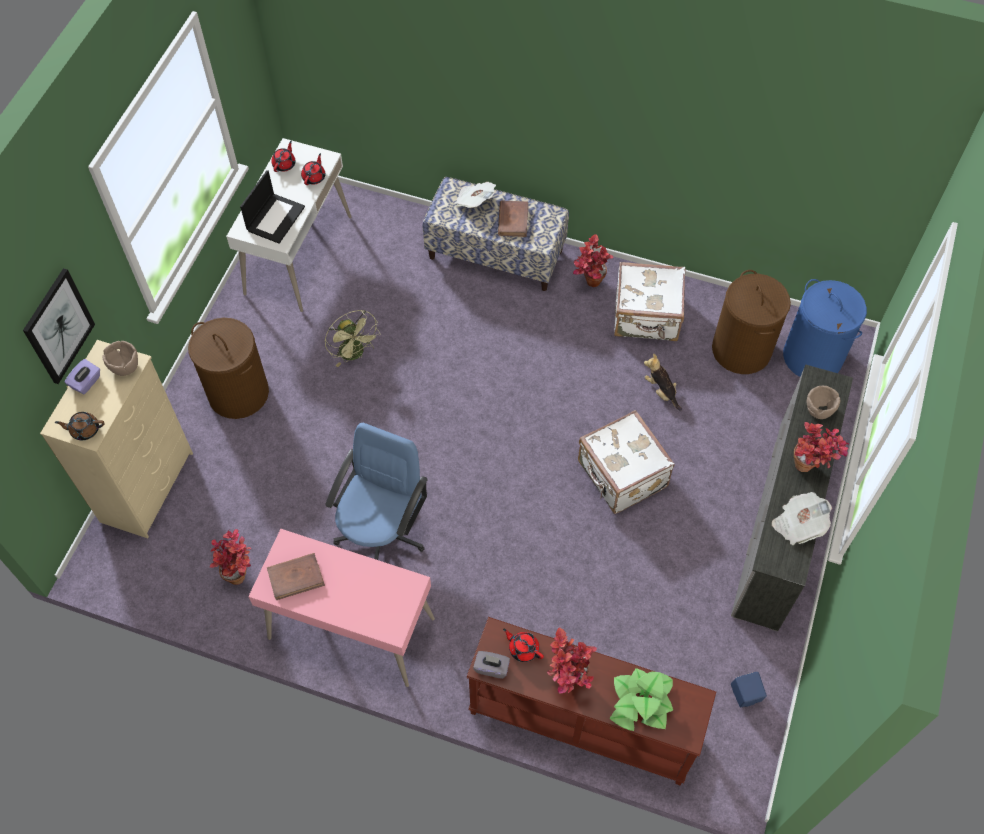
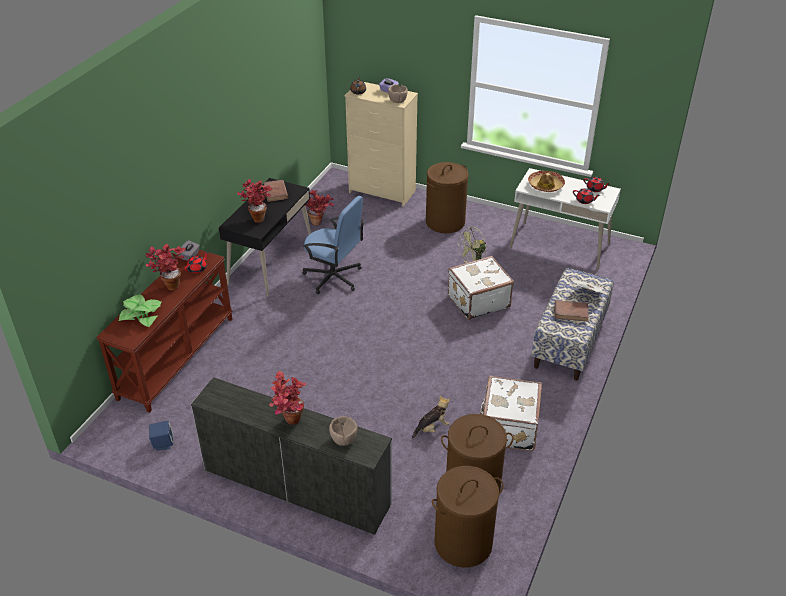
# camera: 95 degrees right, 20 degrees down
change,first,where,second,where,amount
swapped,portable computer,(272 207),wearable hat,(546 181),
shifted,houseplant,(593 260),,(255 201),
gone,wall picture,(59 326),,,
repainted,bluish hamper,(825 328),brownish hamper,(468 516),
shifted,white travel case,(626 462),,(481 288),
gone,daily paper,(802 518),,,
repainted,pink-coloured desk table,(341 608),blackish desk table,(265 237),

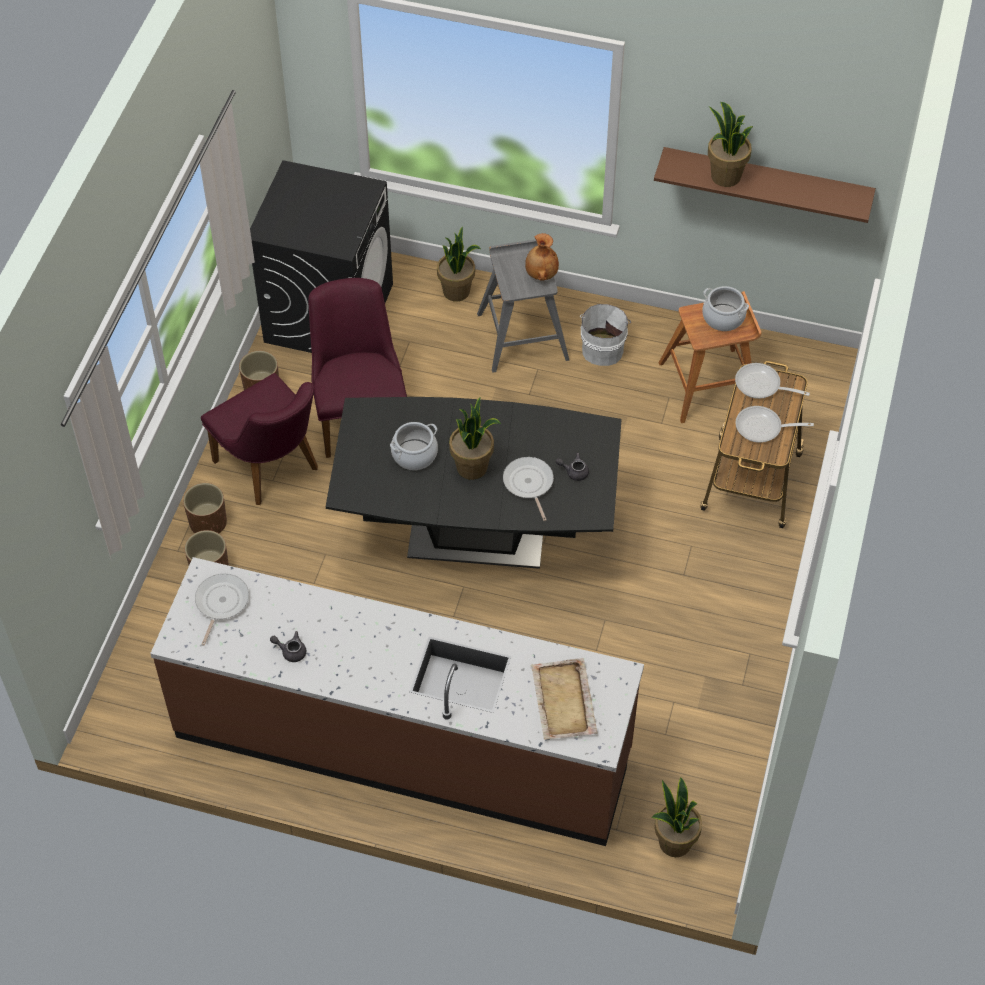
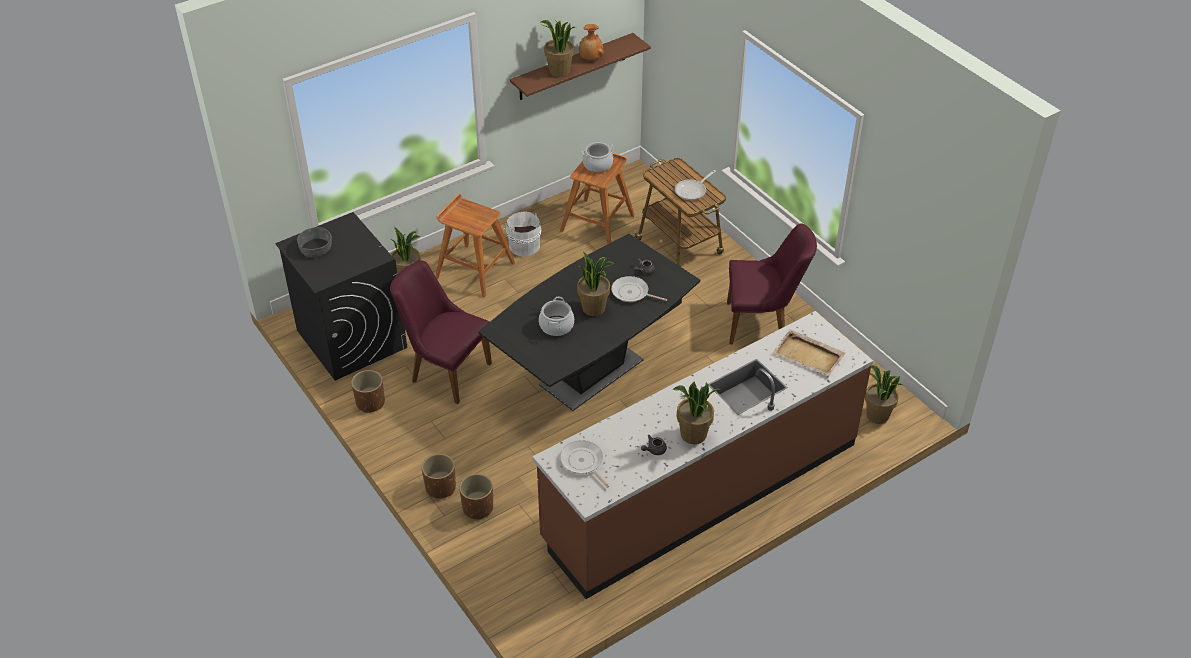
# camera: 50 degrees left, 10 degrees down
change,first,where,second,where,amount
shifted,brownish decorative vase,(542 257),,(591 42),
repainted,gray stool seat,(523 306),brownish stool seat,(475 245),
gone,skillet,(772 381),,,
shifted,purplish chair,(259 439),,(772 284),
new,,,gray serving bowl,(314 242),
new,,,houseplant,(696 412),

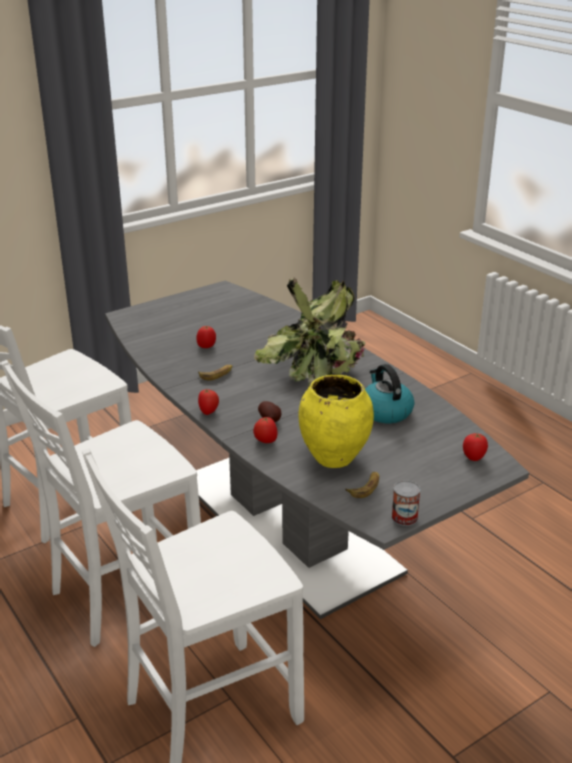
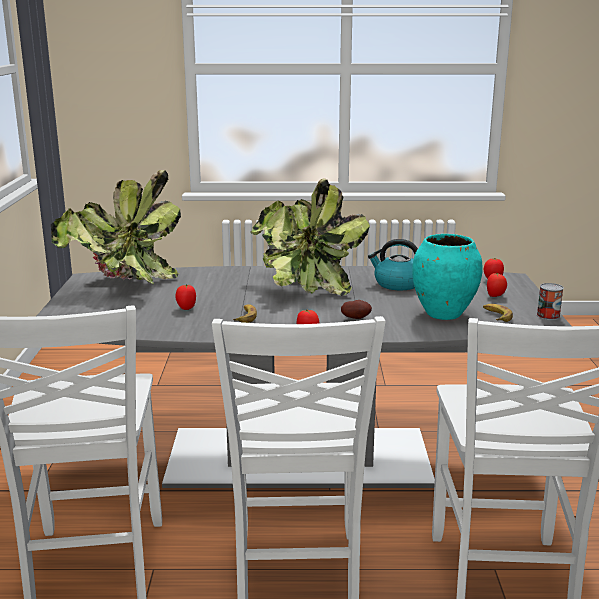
# camera: 55 degrees left, 10 degrees down
change,first,where,second,where,amount
repainted,yellowish decorative vase,(336 421),turquoise decorative vase,(447 277),
shifted,tomato,(265 430),,(497 285),
new,,,houseplant,(116 227),

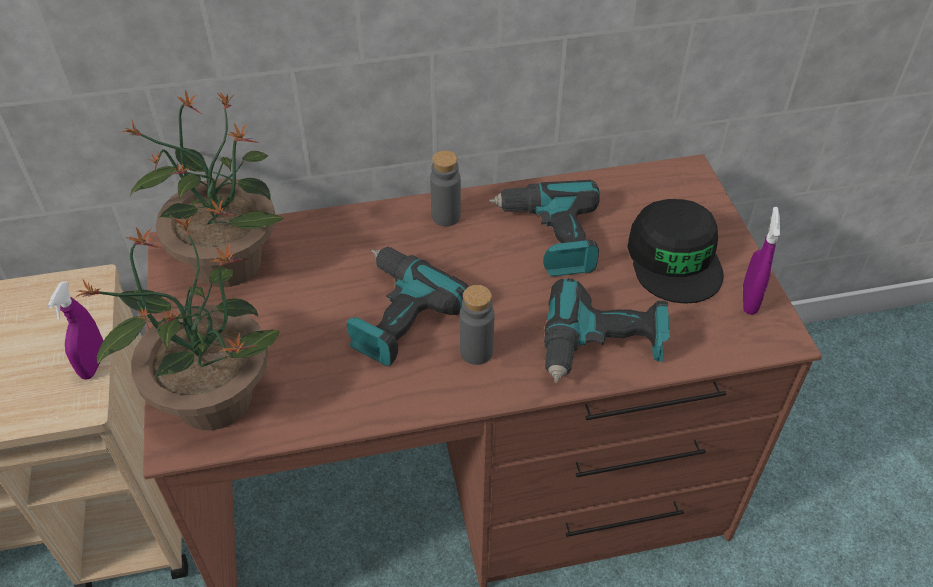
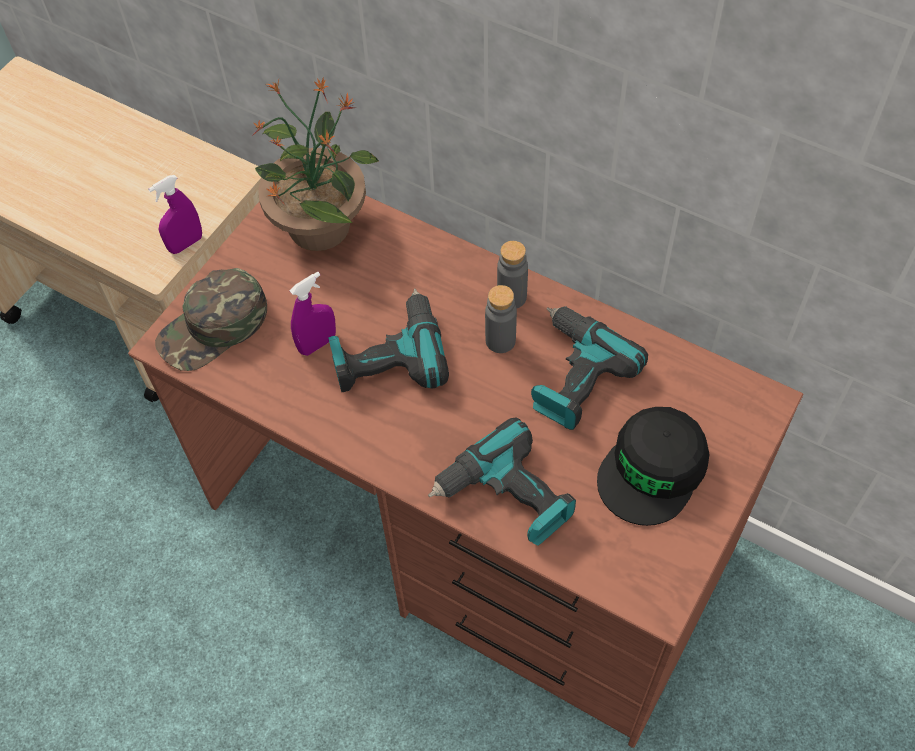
# camera: 45 degrees right, 10 degrees up
change,first,where,second,where,amount
shifted,purplish hand sprayer,(761 261),,(312 314),
swapped,houseplant,(177 322),green-coloured cap,(211 319),
shifted,gray drink bottle,(477 325),,(501 319),

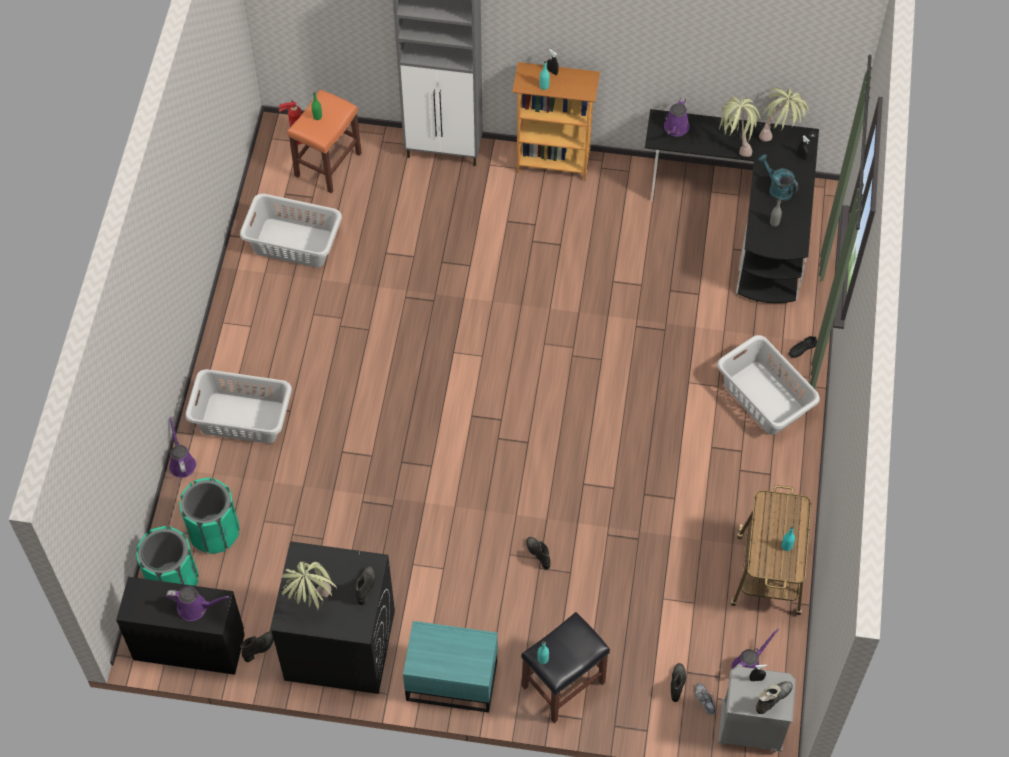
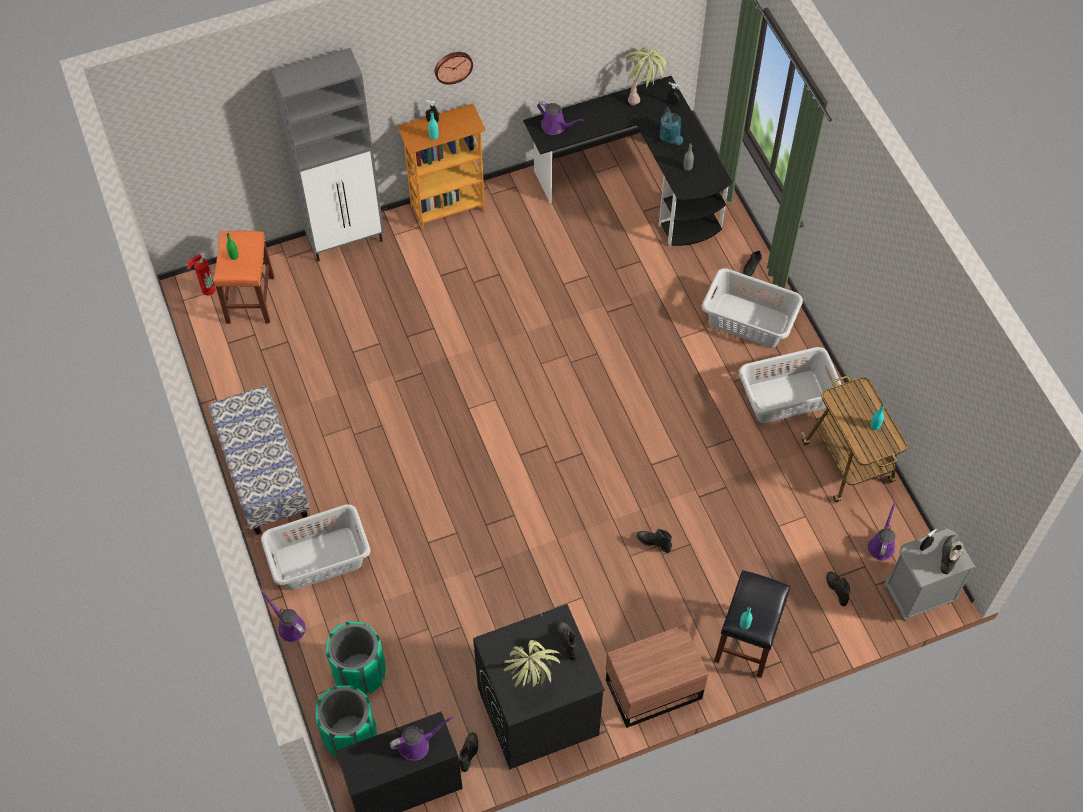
# camera: 30 degrees left, 0 degrees up
change,first,where,second,where,amount
gone,houseplant,(740 126),,,
rotated,purplish watering can,(677 117),,(560 118),45 degrees counterclockwise
rotated,turquoise watering can,(778 177),,(671 126),120 degrees counterclockwise
shifted,gray hamper,(291 230),,(789 385),
repainted,turquoise night table,(450 666),brownish night table,(657 676),
gone,shoe,(705 699),,,
new,,,wall clock,(453 68),
new,,,long seat,(259 460),

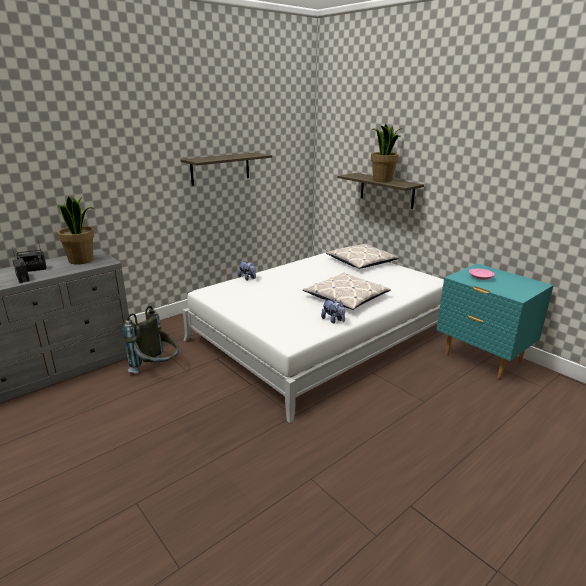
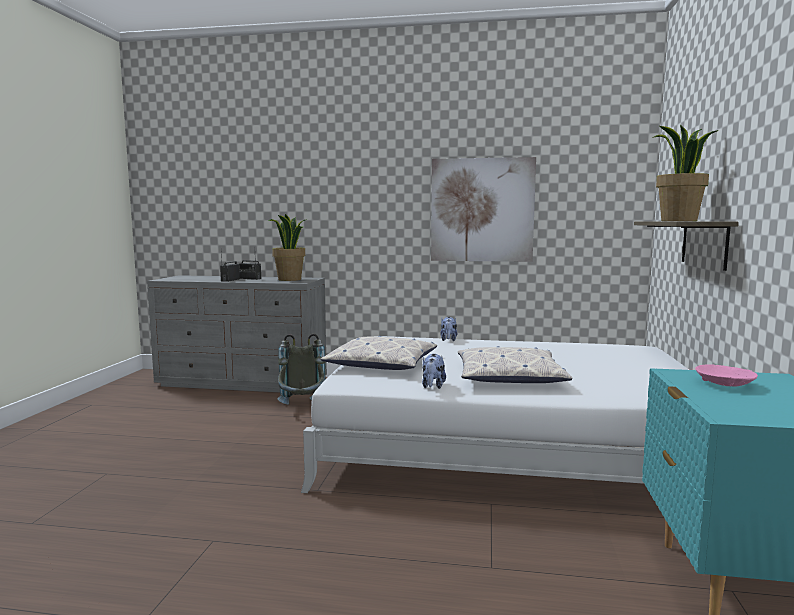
# camera: 50 degrees right, 15 degrees down
change,first,where,second,where,amount
swapped,bracket shelf,(226 169),wall picture,(483 209),
shifted,throw pillow,(362 256),,(379 353),

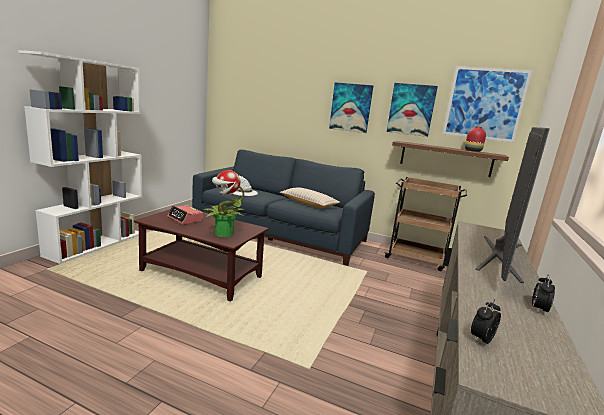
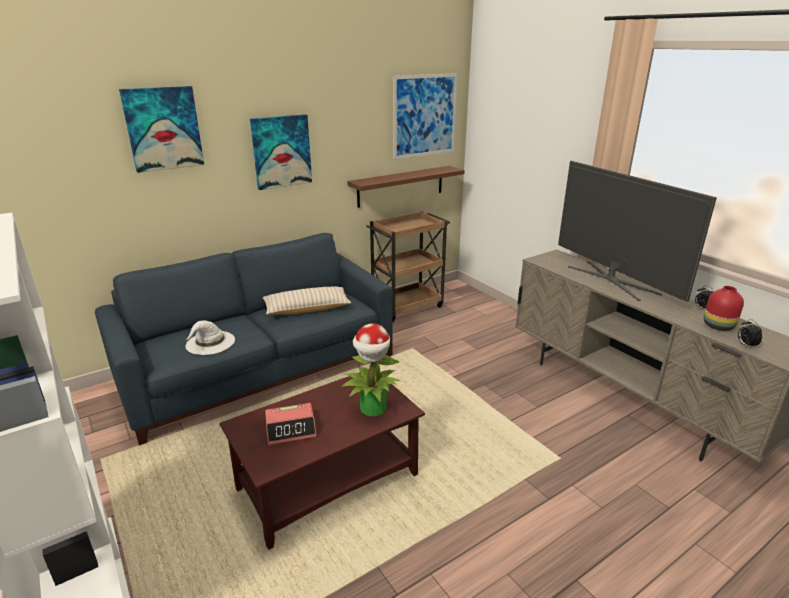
# camera: 55 degrees left, 10 degrees up
change,first,where,second,where,amount
shifted,wall picture,(412 110),,(161 129),
shifted,red decorative vase,(475 139),,(724 308),

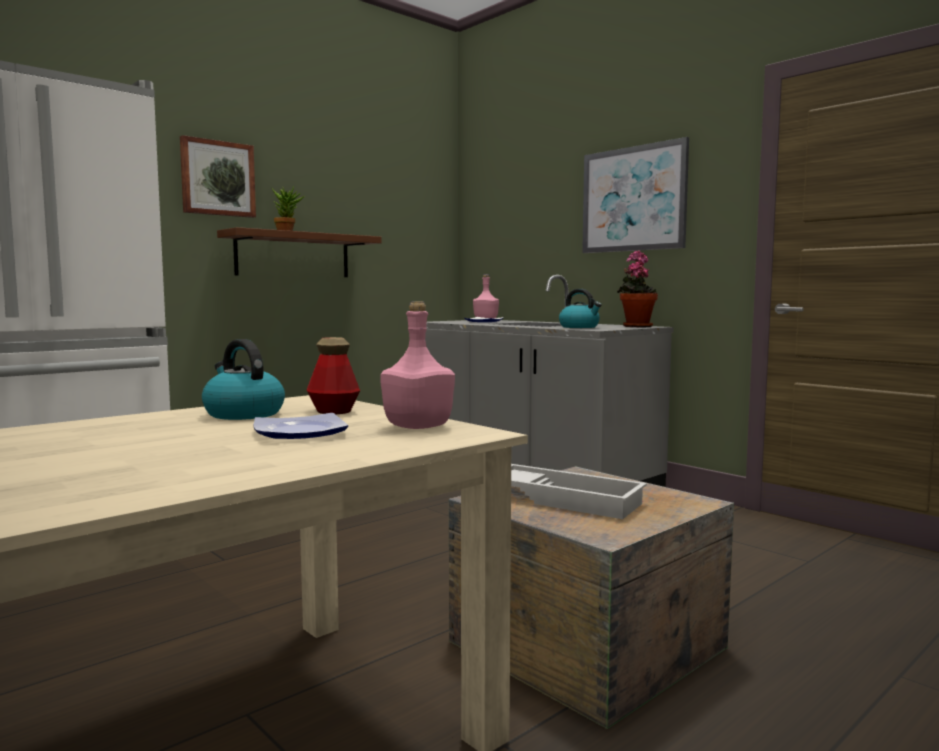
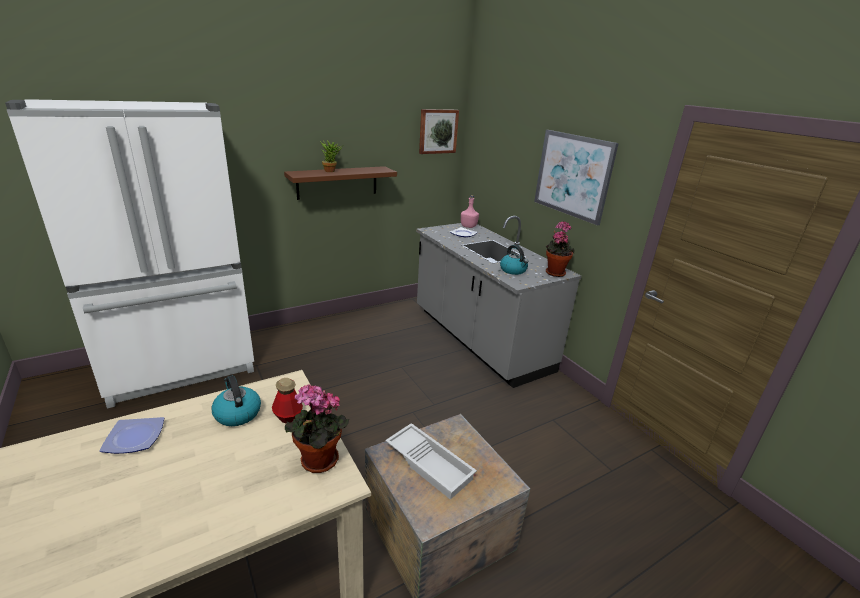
# camera: 10 degrees right, 20 degrees up
change,first,where,second,where,amount
shifted,wall picture,(218 176),,(439 131),
swapped,pink-coloured drink bottle,(417 365),houseplant,(316 429),
shifted,dinner plate,(301 426),,(131 435),

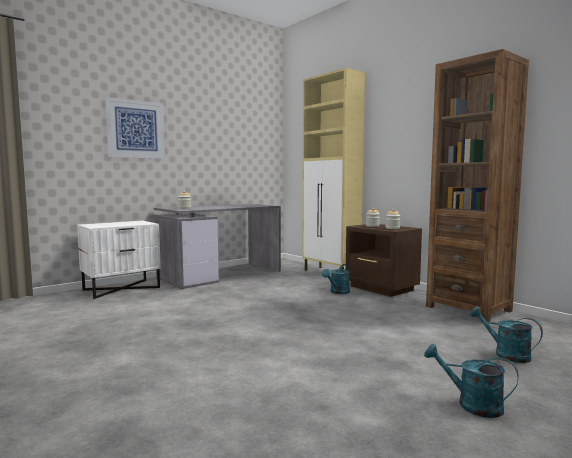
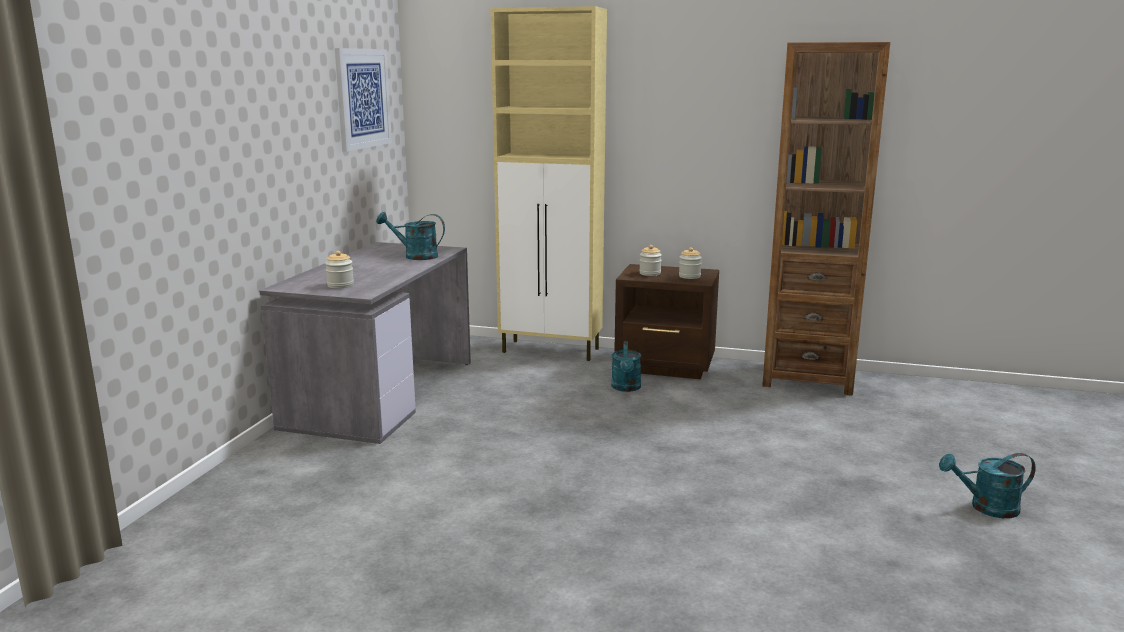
# camera: 35 degrees left, 10 degrees up
change,first,where,second,where,amount
shifted,wall picture,(135 128),,(363 100),
gone,white night table,(119 260),,,
shifted,turquoise watering can,(506 334),,(410 236),

